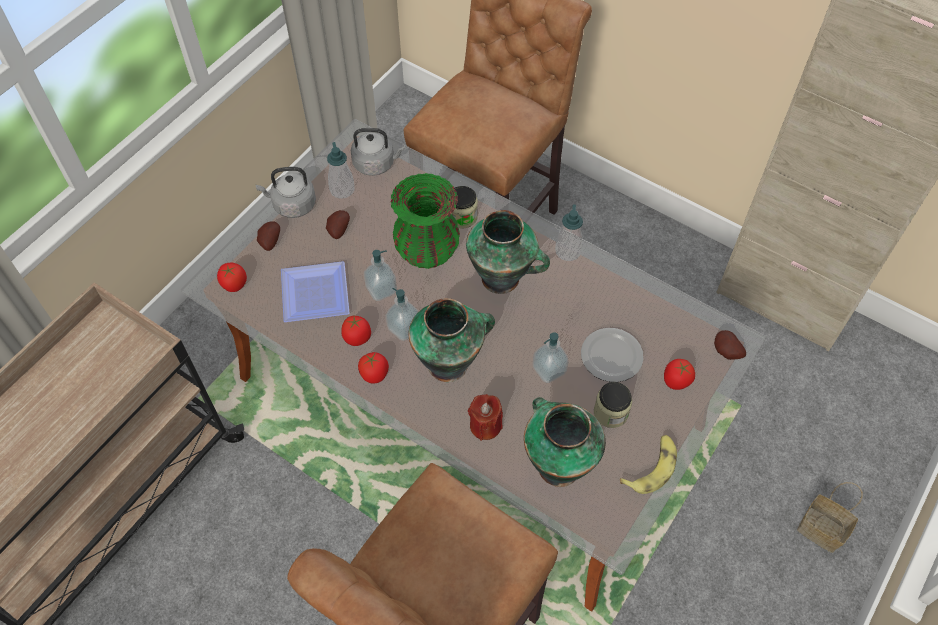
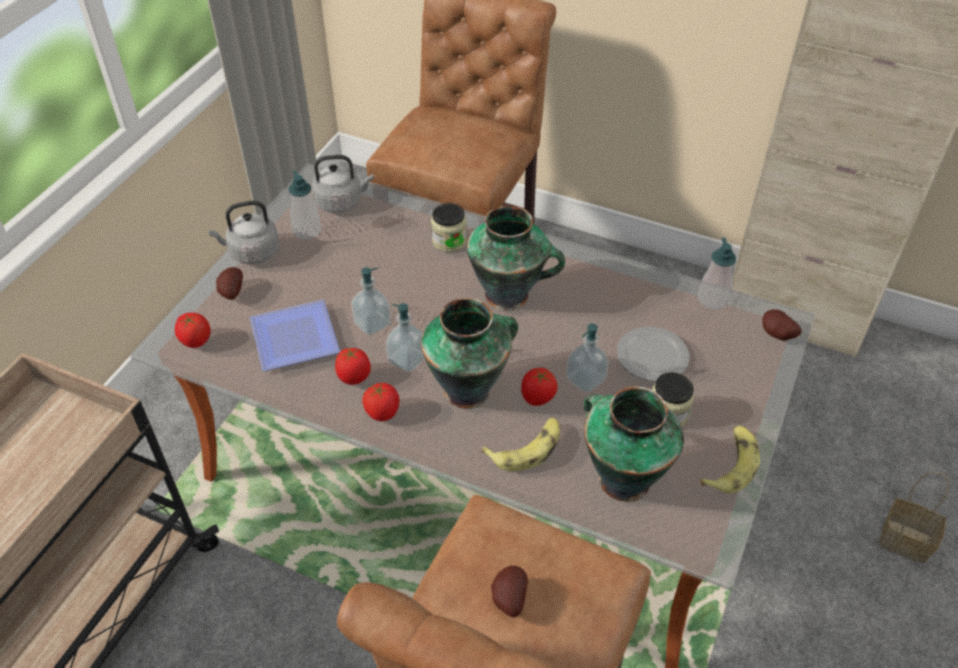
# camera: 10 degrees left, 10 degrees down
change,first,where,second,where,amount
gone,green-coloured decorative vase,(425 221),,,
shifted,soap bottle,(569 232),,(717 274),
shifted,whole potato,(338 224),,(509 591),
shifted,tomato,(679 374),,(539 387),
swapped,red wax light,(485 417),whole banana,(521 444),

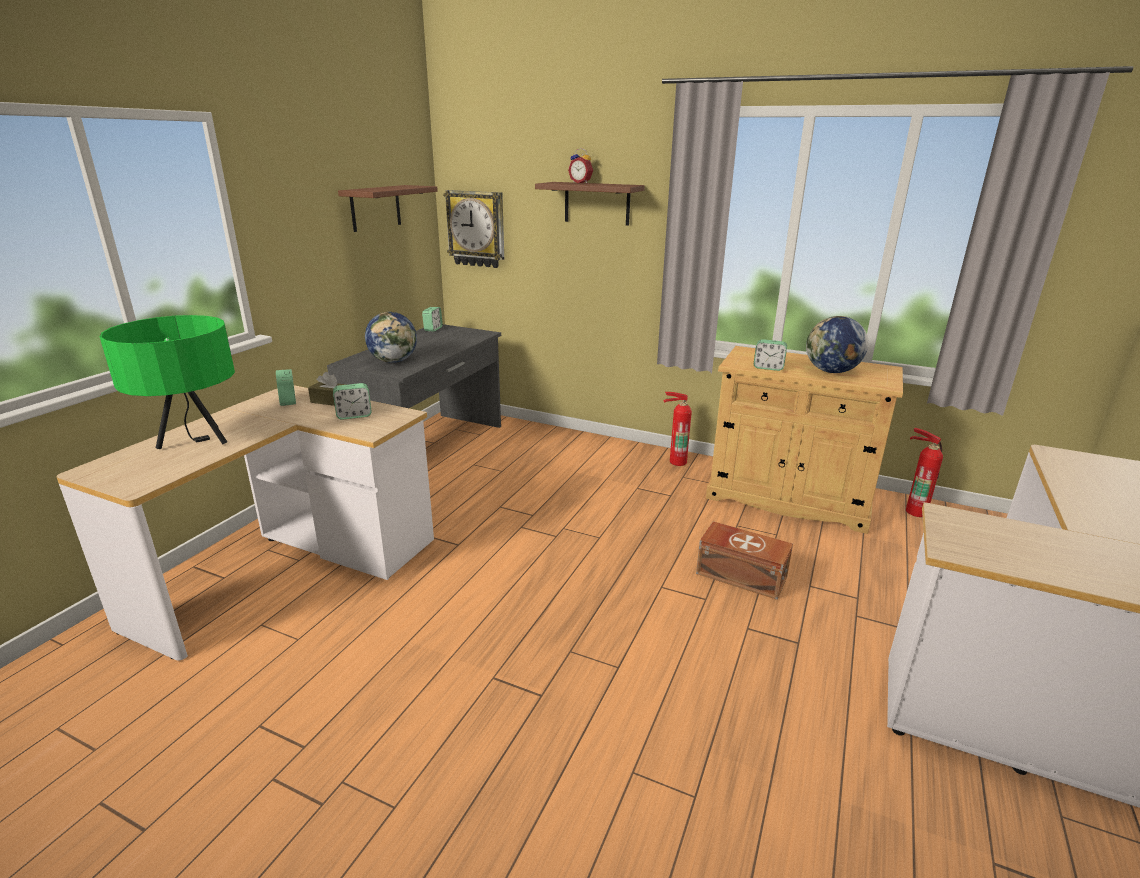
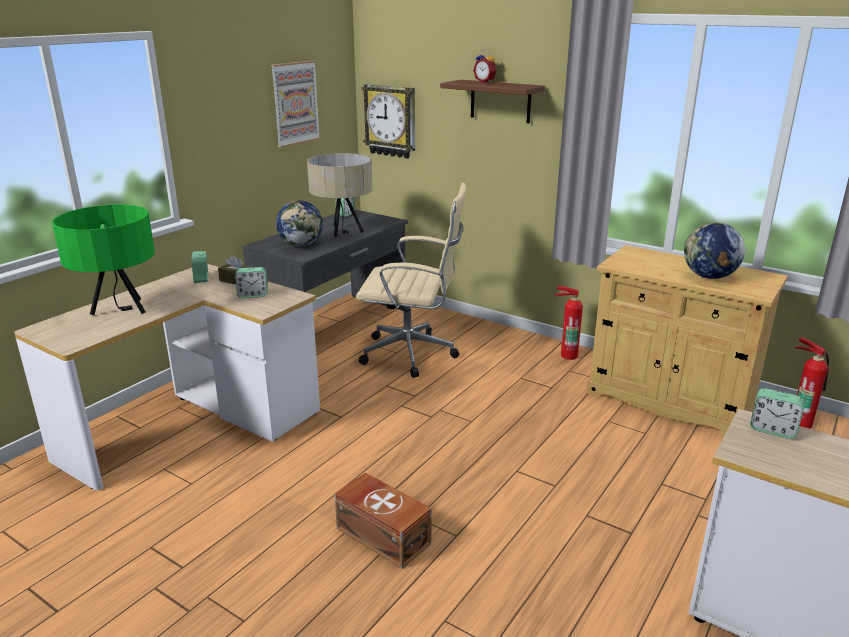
# camera: 10 degrees right, 0 degrees up
change,first,where,second,where,amount
swapped,brownish bracket shelf,(388 208),wall picture,(296 104),
shifted,table clock,(770 355),,(777 413),
shifted,brownish storage bin,(744 560),,(383 521),
new,,,beige-coloured lamp for a table,(340 195),
new,,,beige-coloured office chair,(411 280),

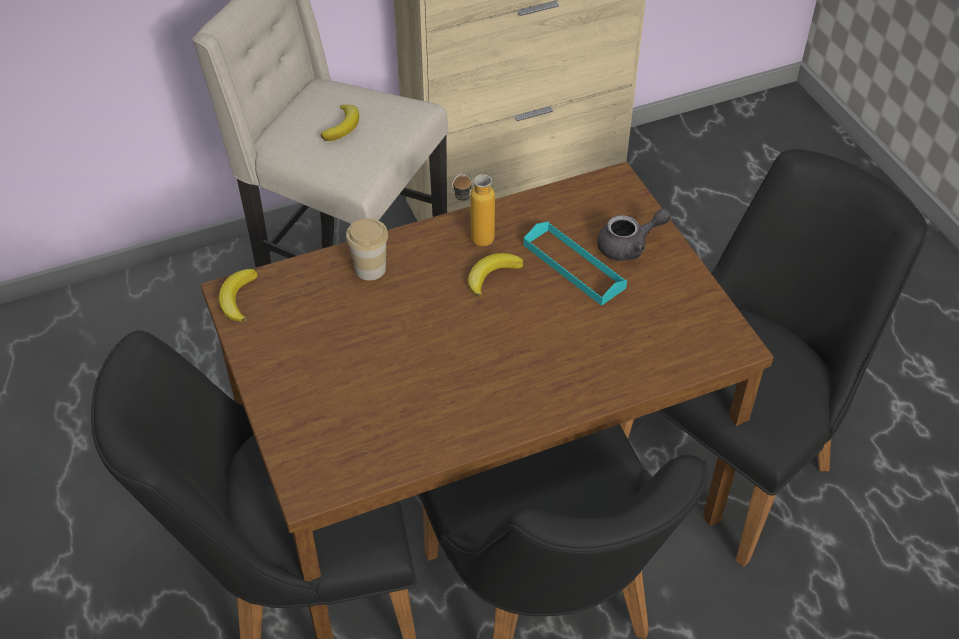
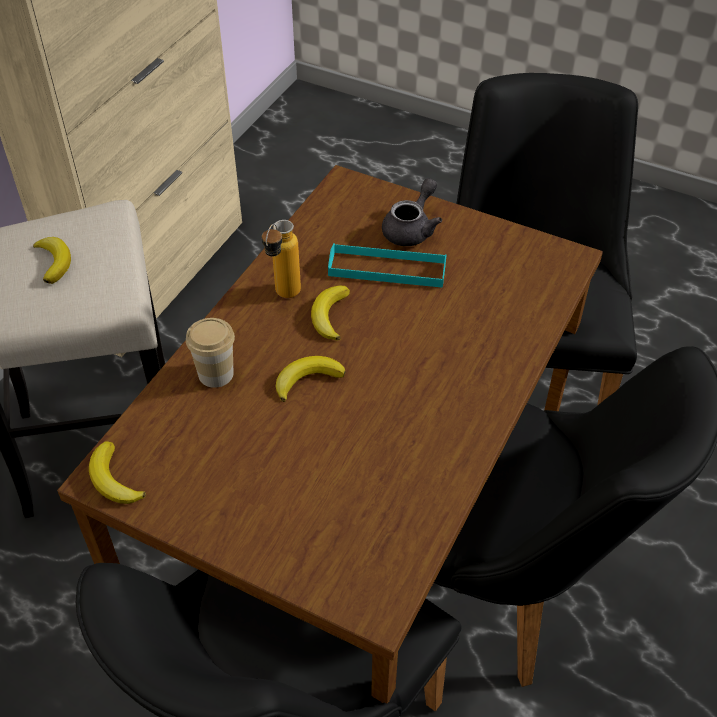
# camera: 40 degrees left, 0 degrees up
change,first,where,second,where,amount
new,,,whole banana,(311 379),

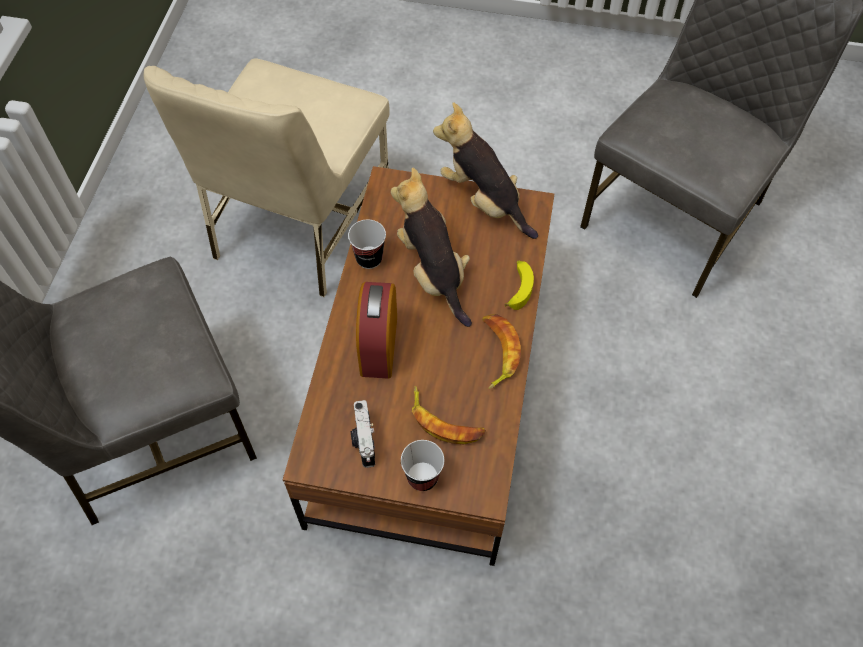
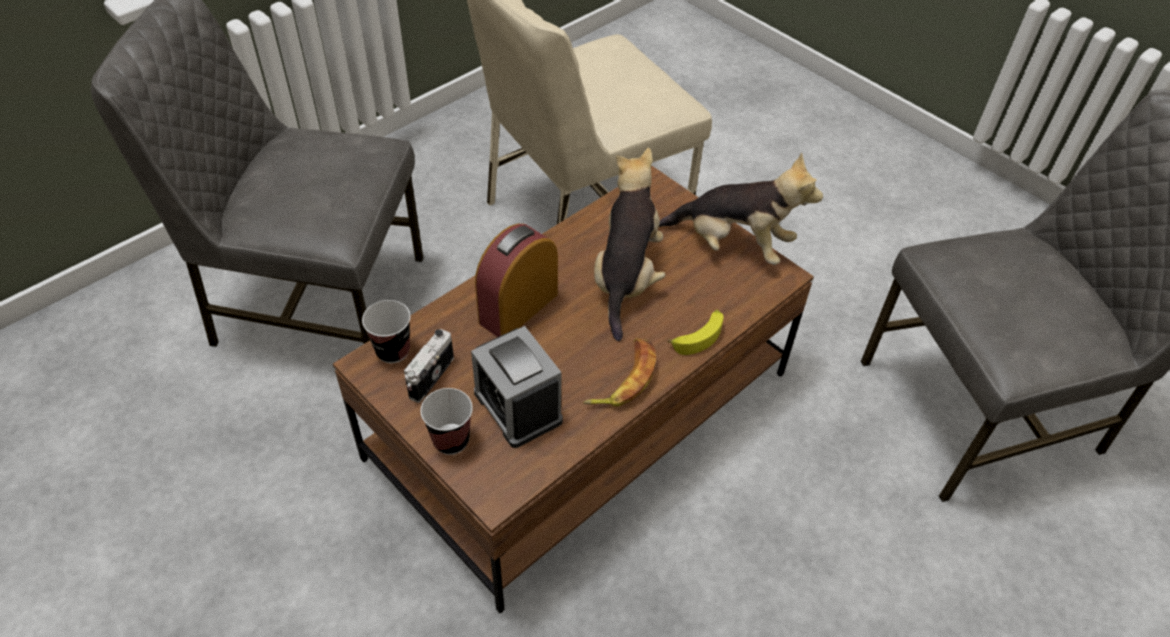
# camera: 35 degrees right, 10 degrees down
change,first,where,second,where,amount
rotated,cuddly toy,(485 170),,(741 208),120 degrees clockwise
shifted,drinking cup,(367 244),,(386 331),
swapped,whole banana,(449 415),table clock,(517 387),

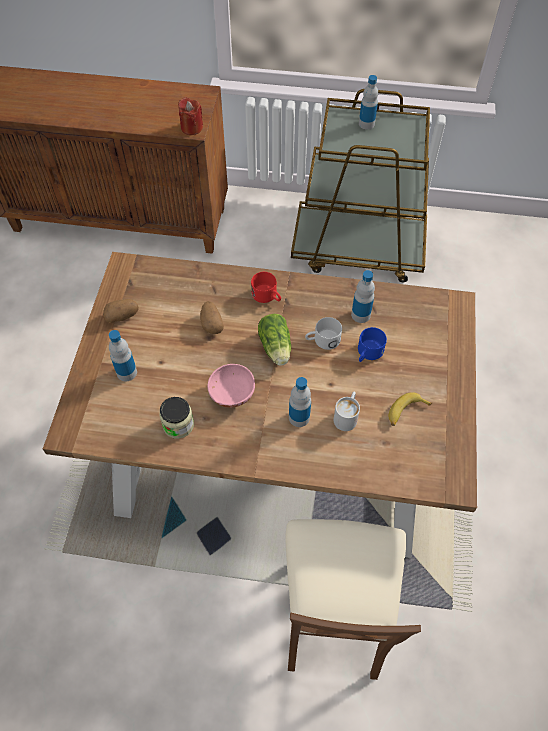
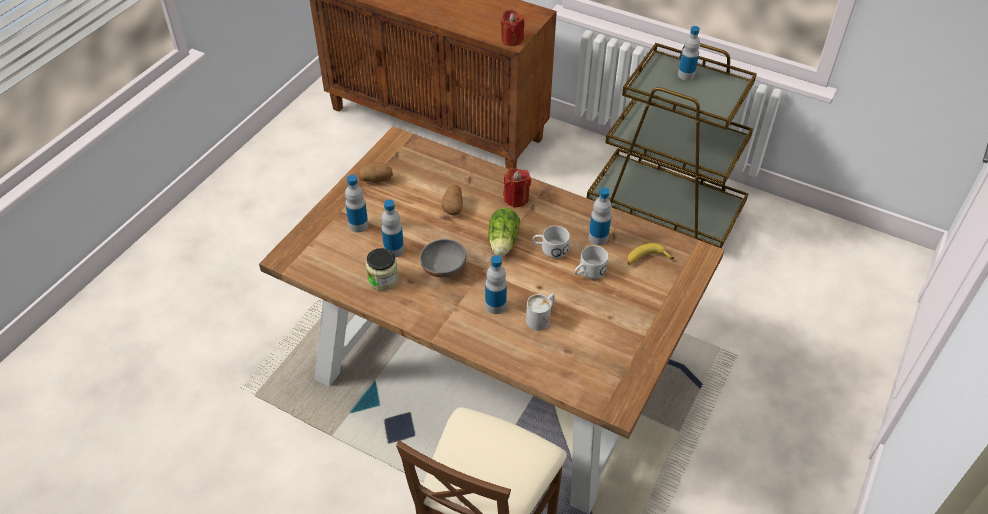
# camera: 20 degrees right, 10 degrees down
change,first,where,second,where,amount
swapped,red coffee mug,(266 287),red wax light,(517 188),
repainted,bluish coffee mug,(372 344),white coffee mug,(591 262),
repainted,pink-coloured serving bowl,(231 386),gray serving bowl,(443 258),
shifted,whole banana,(410 409),,(650 254),
new,,,drink bottle,(392 228),

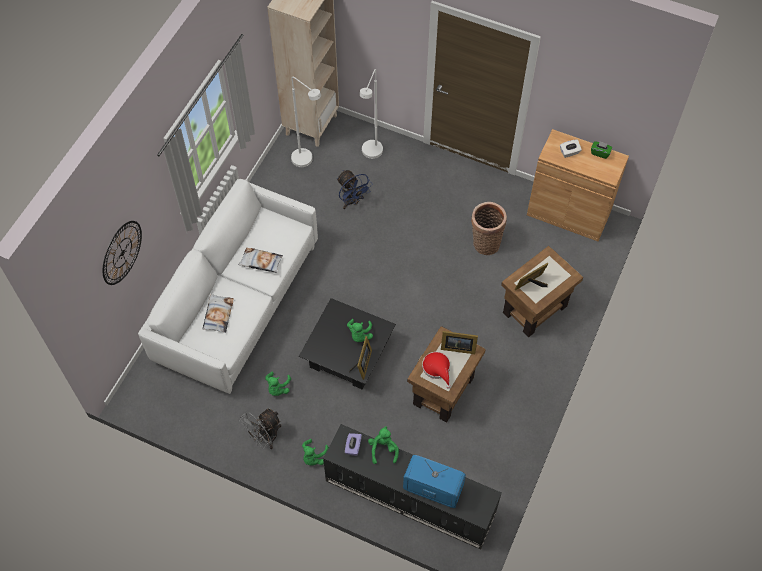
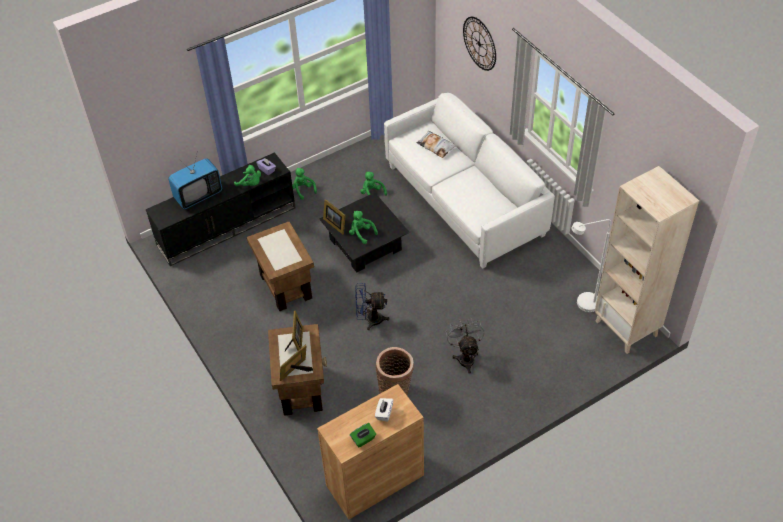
# camera: 125 degrees right, 10 degrees down
change,first,where,second,where,amount
gone,white standard lamp,(371 114),,,
shifted,bluish fan,(354 189),,(372 306),
gone,throw pillow,(260 260),,,
shifted,picture frame,(459 342),,(296 363),
gone,red wearable hat,(436 370),,,
shifted,gray fan,(260 428),,(465 346),

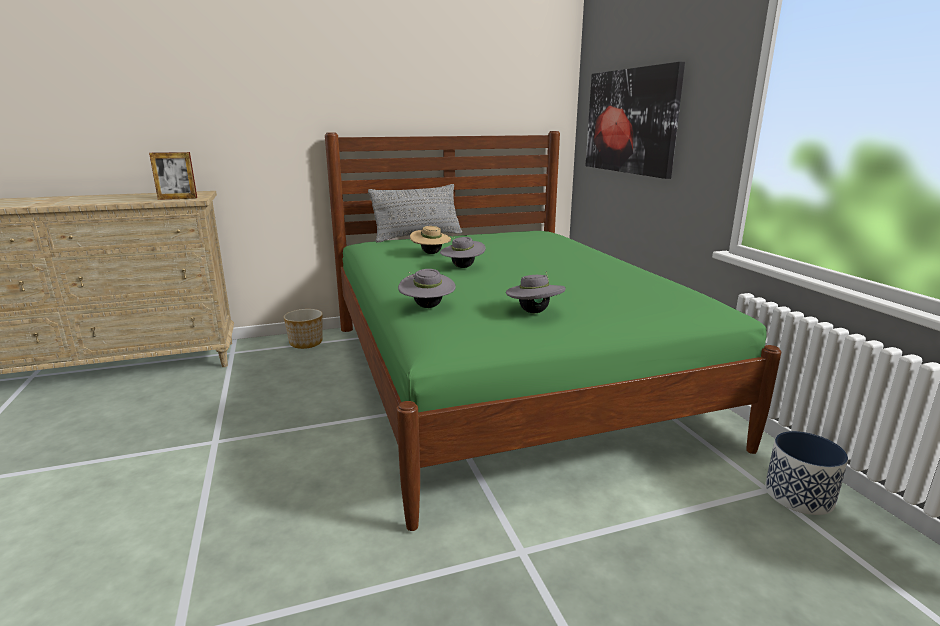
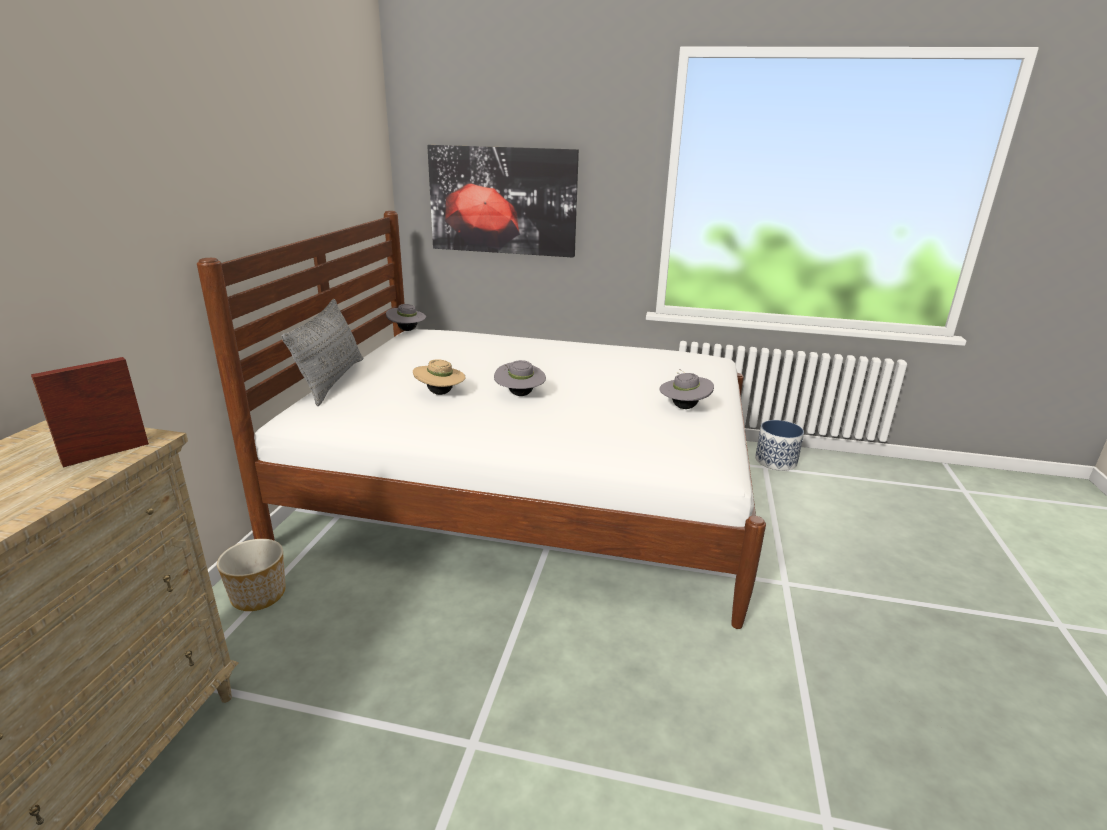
# camera: 60 degrees left, 5 degrees up
change,first,where,second,where,amount
repainted,green-coloured bedroom bed,(553 331),white bedroom bed,(481 420),
rotated,picture frame,(173 176),,(90 412),150 degrees counterclockwise
shifted,gray wearable hat,(427 288),,(406 317),

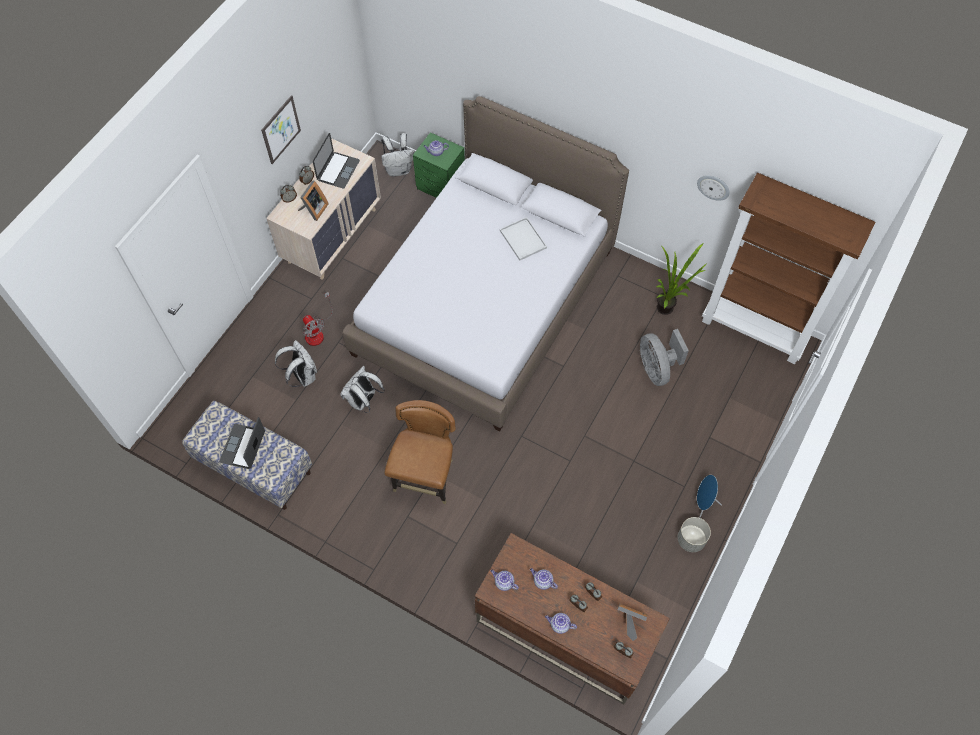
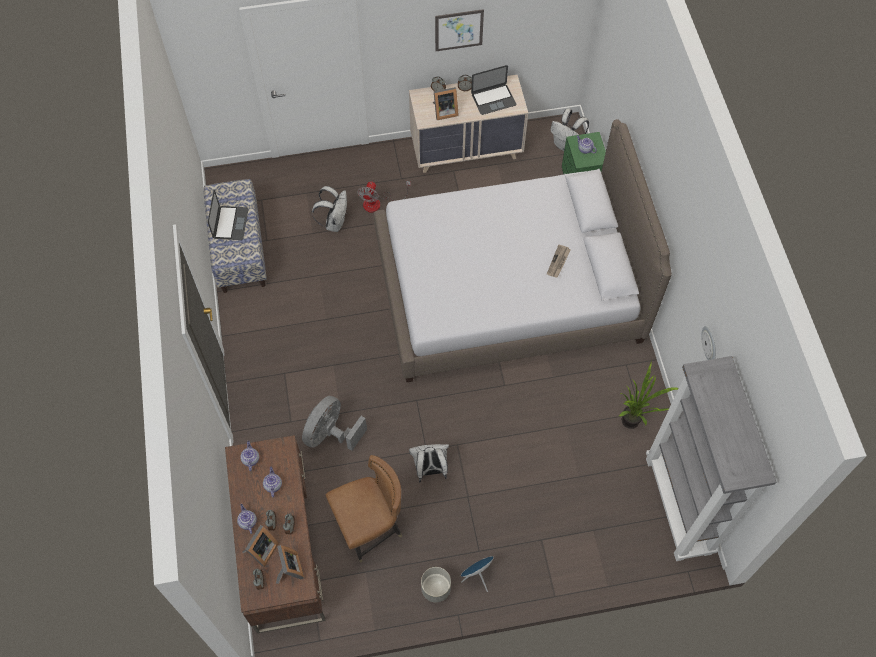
# camera: 50 degrees right, 0 degrees up
change,first,where,second,where,amount
repainted,brownish bookcase,(788 268),gray bookcase,(711 458),
swapped,white serving tray,(523 238),daily paper,(558 261),
shifted,gray fan,(664 357),,(334 423),
shifted,white backpack,(362 389),,(429 463),
shifted,brownish chair,(420 452),,(364 509),
rotated,portable computer,(242 443),,(228 215),120 degrees clockwise
new,,,picture frame,(260 546),

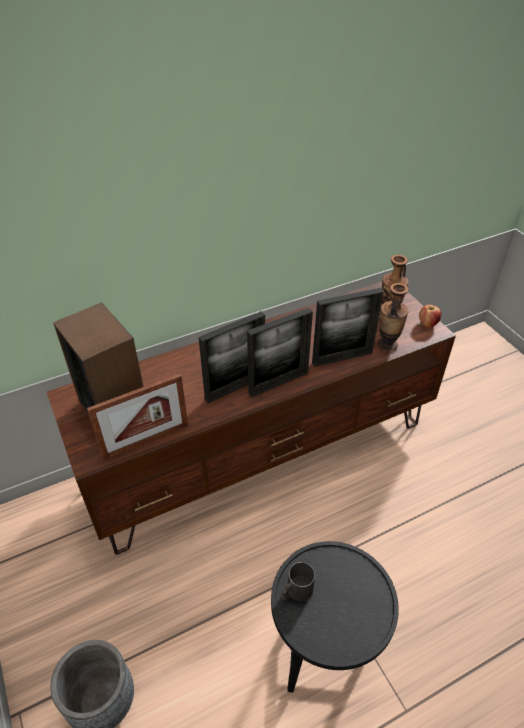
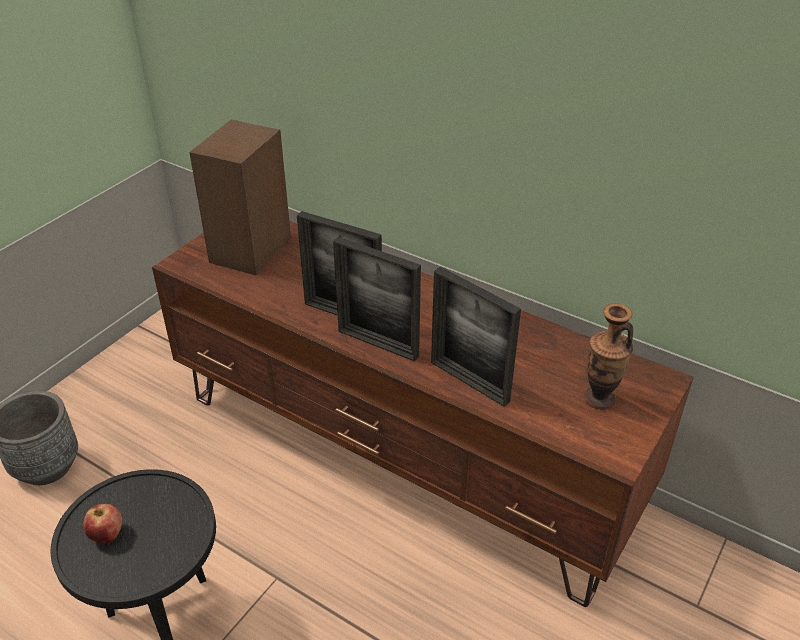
# camera: 60 degrees right, 5 degrees down
change,first,where,second,where,amount
gone,decorative vase,(392 317),,,
shifted,apple,(430 316),,(102 523),
gone,picture frame,(137 417),,,
gone,blackish coffee mug,(298 581),,,

